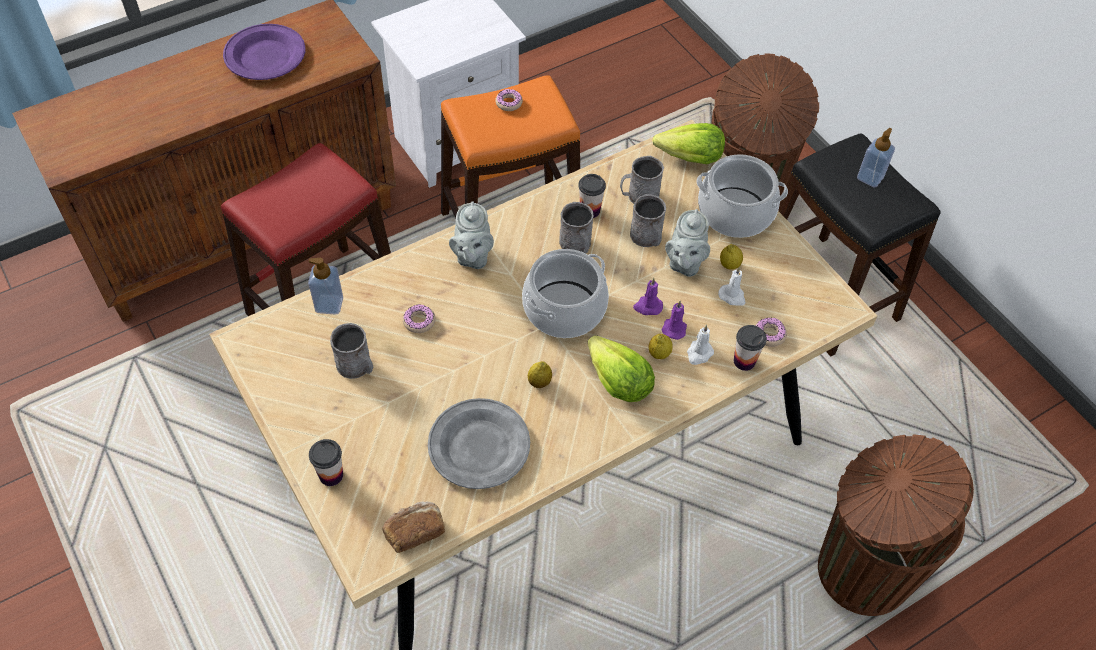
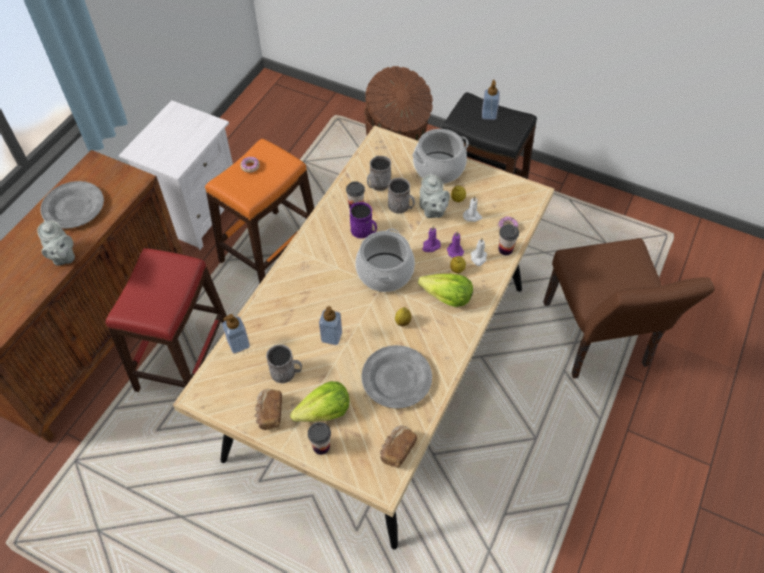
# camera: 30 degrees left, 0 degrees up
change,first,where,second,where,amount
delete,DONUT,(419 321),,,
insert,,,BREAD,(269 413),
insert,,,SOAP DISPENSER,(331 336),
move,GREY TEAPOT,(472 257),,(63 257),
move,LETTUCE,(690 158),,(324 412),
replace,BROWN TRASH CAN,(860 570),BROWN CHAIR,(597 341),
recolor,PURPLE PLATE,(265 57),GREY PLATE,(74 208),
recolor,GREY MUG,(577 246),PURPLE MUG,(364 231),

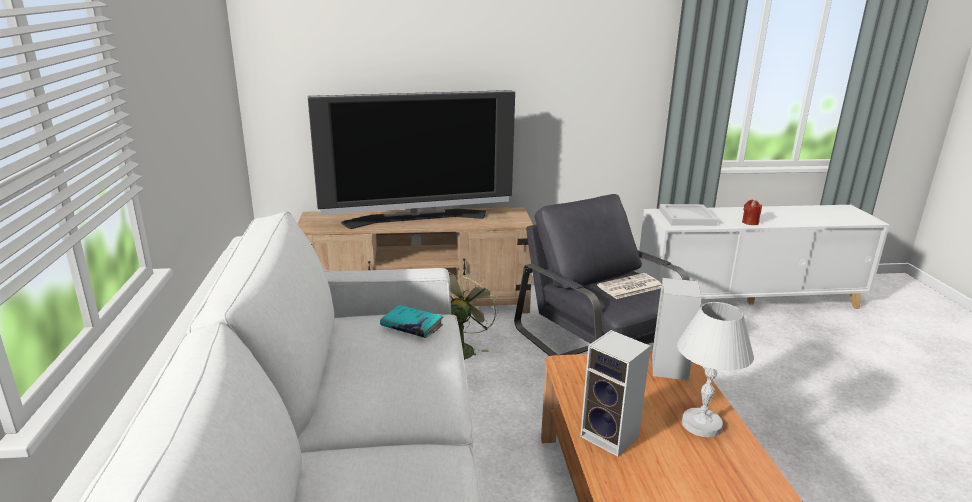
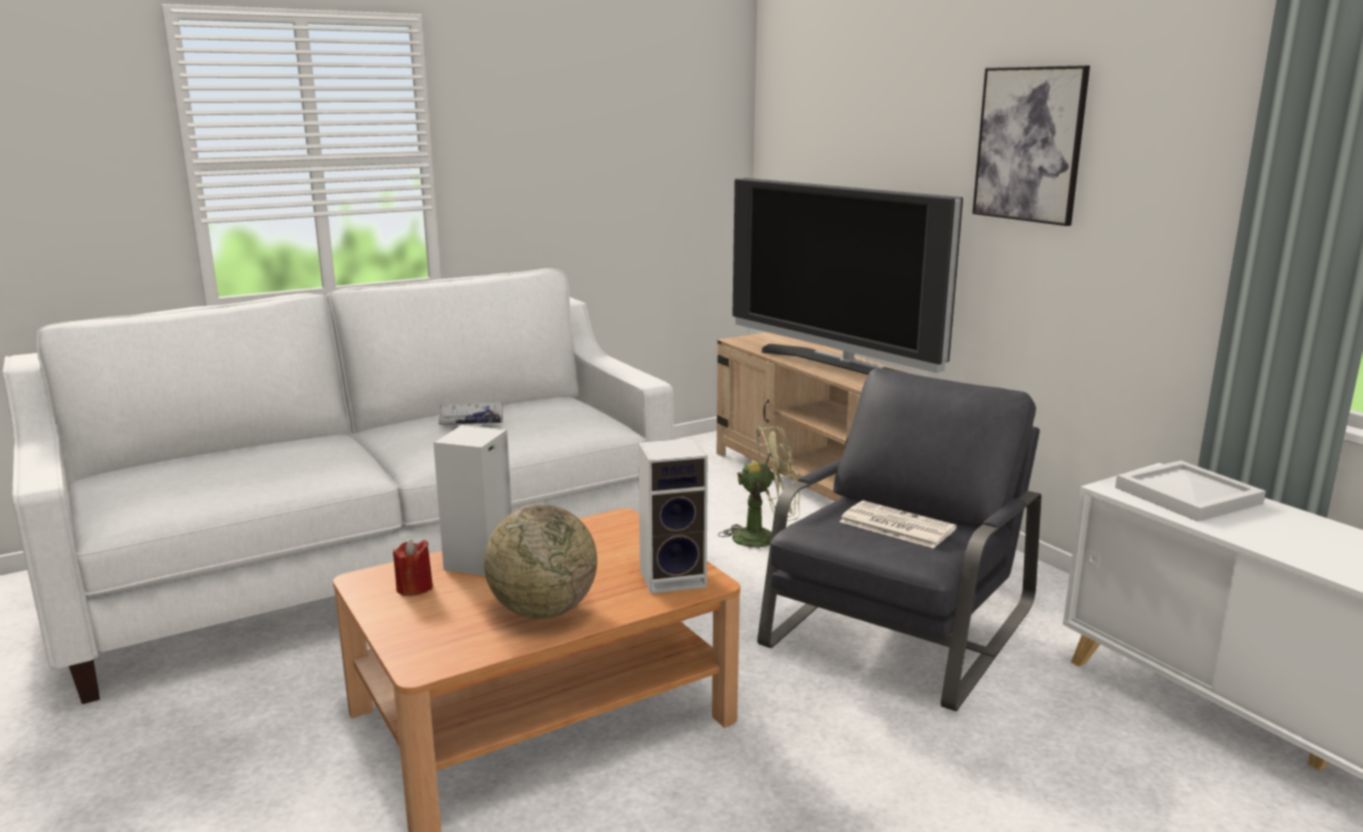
# camera: 65 degrees right, 5 degrees down
change,first,where,second,where,amount
delete,TURQUOISE BOOK,(412 327),,,
insert,,,WHITE BOOK,(471 421),
insert,,,PICTURE,(1029 144),
move,RED CANDLE,(750 222),,(414 588),
replace,WHITE TABLE LAMP,(701 425),GLOBE,(543 610),

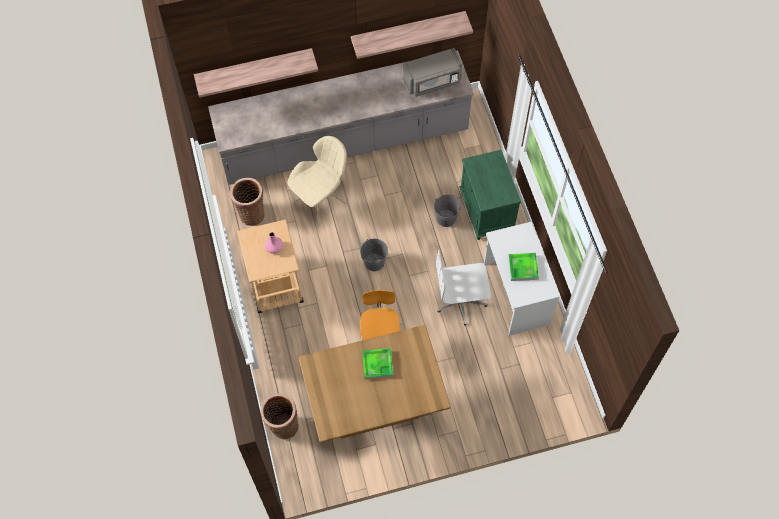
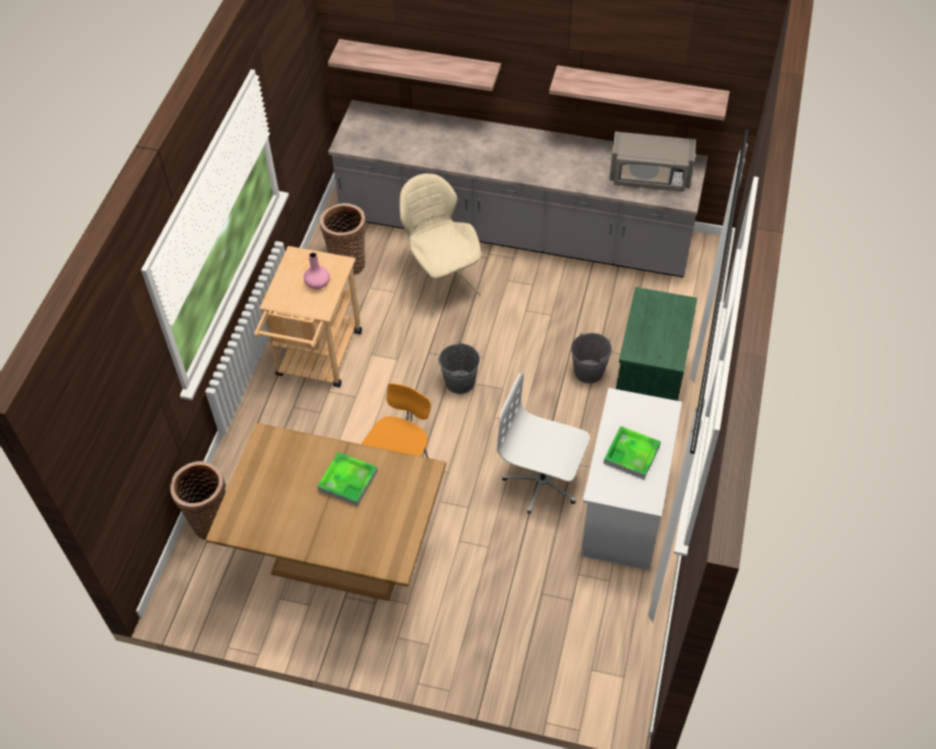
# camera: 30 degrees right, 10 degrees down
change,first,where,second,where,amount
rotate,BEIGE CHAIR,(321 201),,(441 284),105 degrees counterclockwise

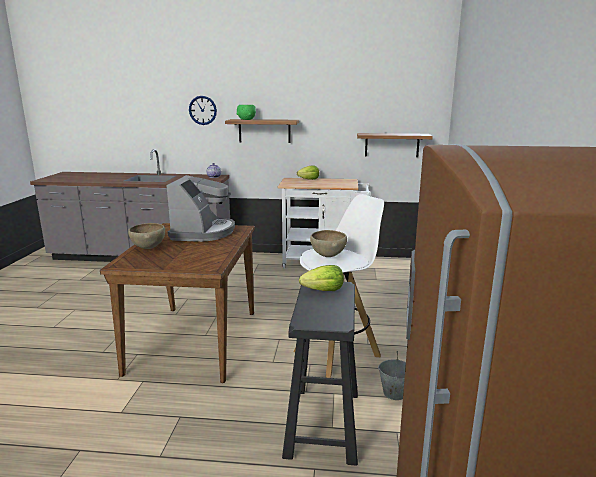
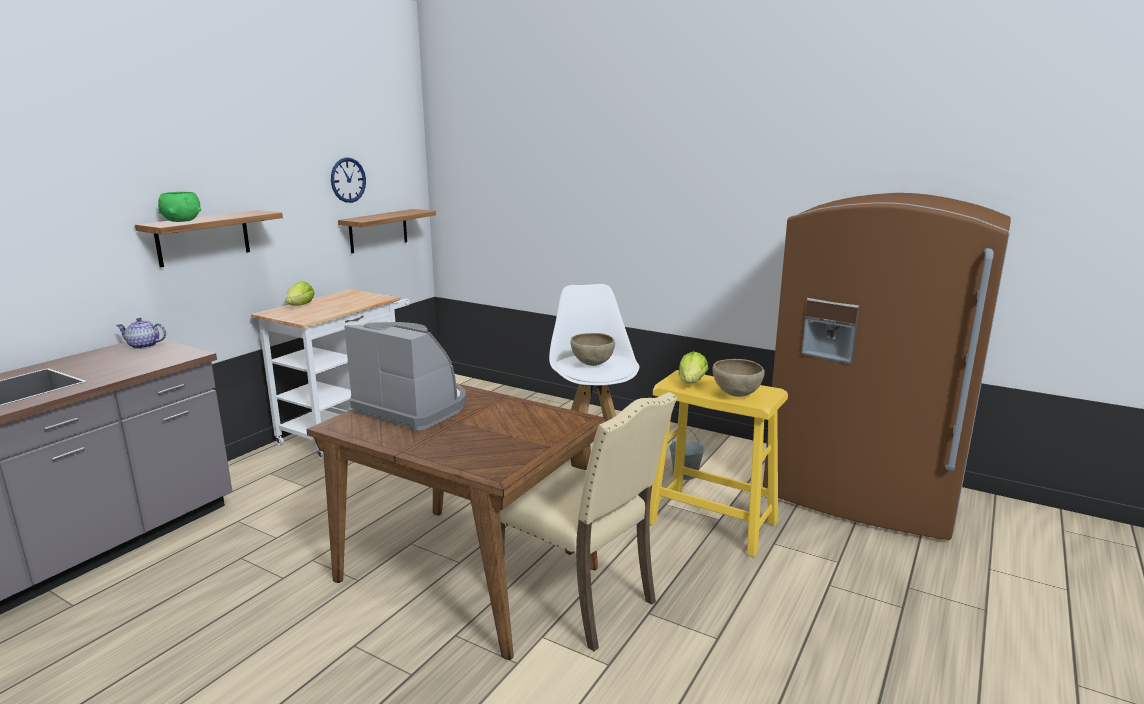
# camera: 65 degrees left, 0 degrees up
change,first,where,second,where,amount
insert,,,BEIGE CHAIR,(580 599),
move,BROWN BOWL,(148 248),,(736 395),
move,WALL CLOCK,(202 110),,(348 180),
recolor,BLACK STOOL,(323 424),YELLOW STOOL,(712 523),

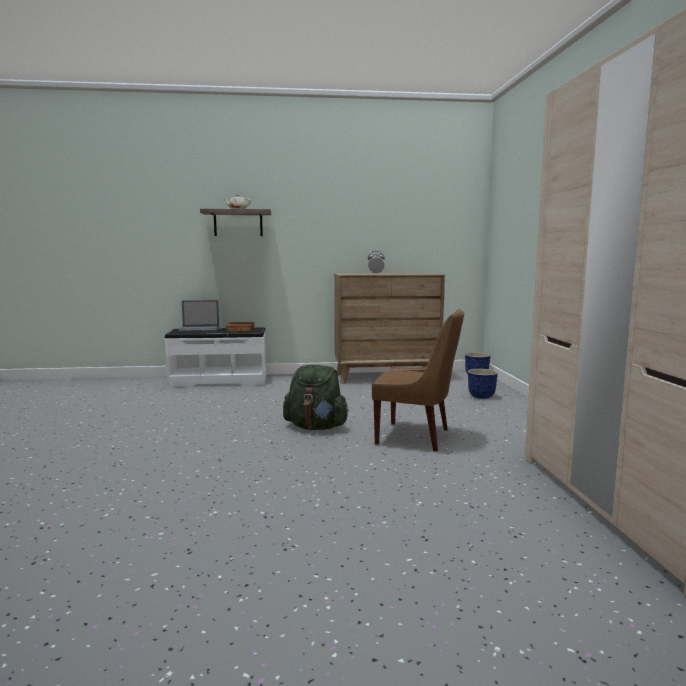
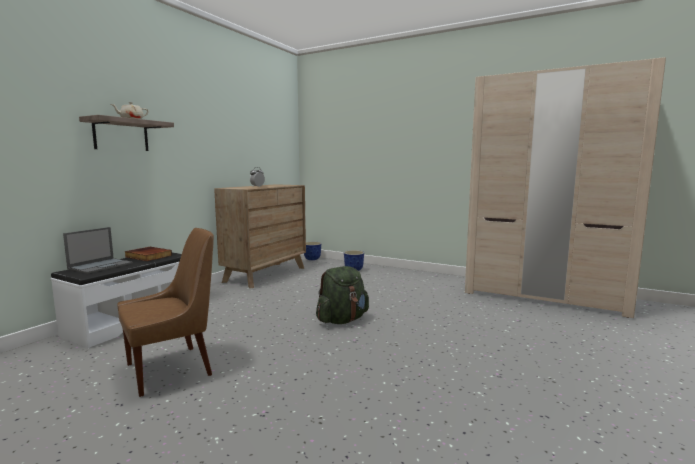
# camera: 55 degrees left, 0 degrees up
change,first,where,second,where,amount
move,BROWN CHAIR,(416 437),,(173 369),

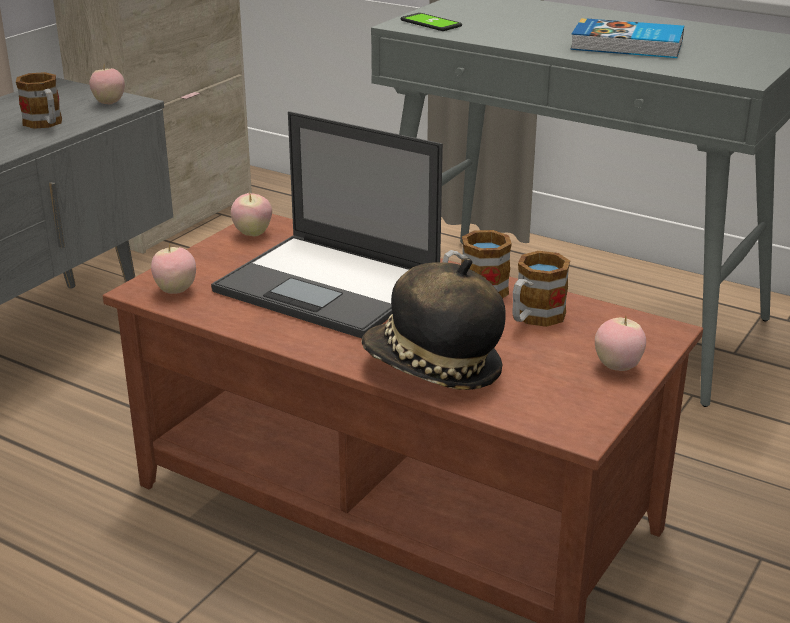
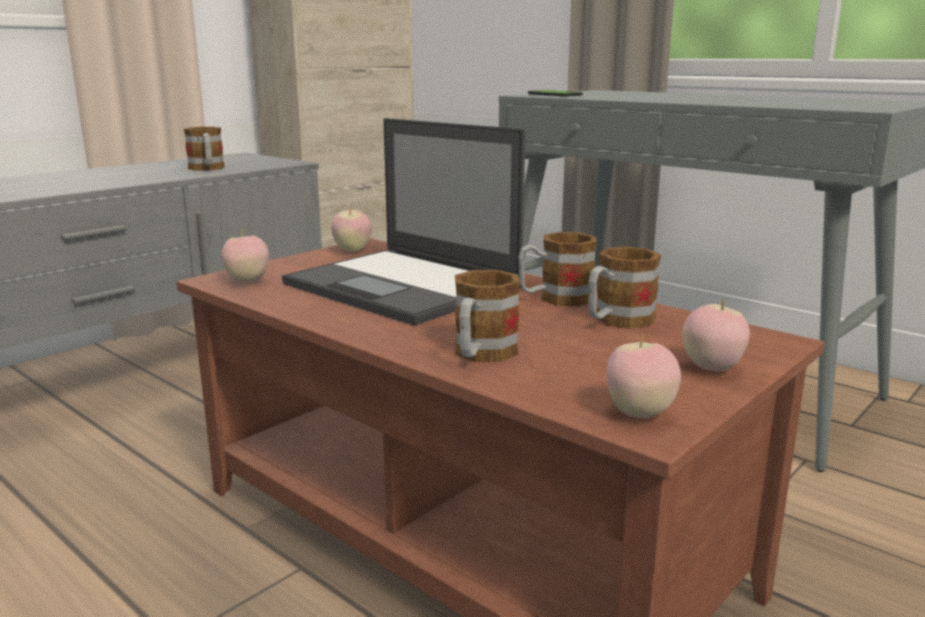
# camera: 10 degrees right, 10 degrees down
change,first,where,second,where,amount
delete,BOOK,(627 45),,,
move,APPLE,(109 103),,(639 414),
replace,HAT,(433 369),MUG,(481 355),

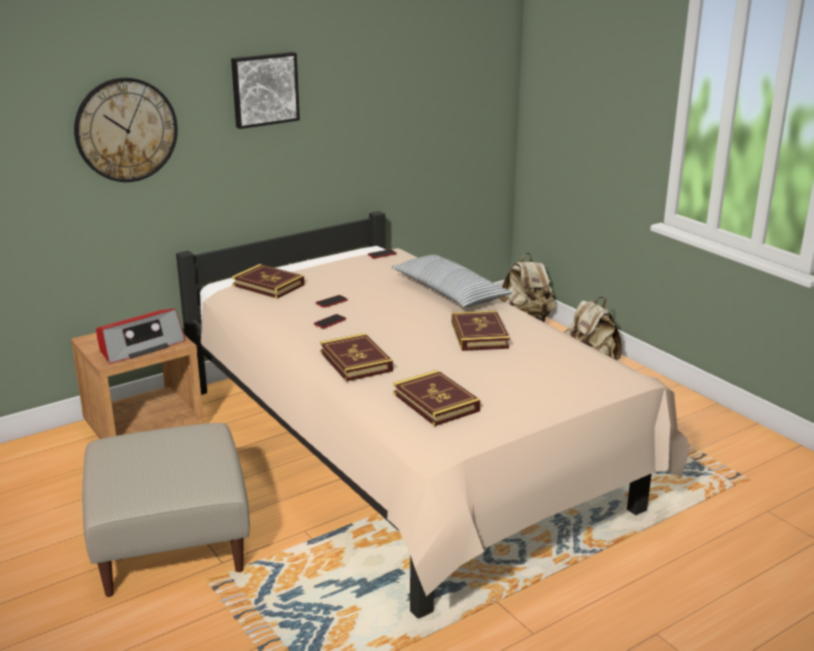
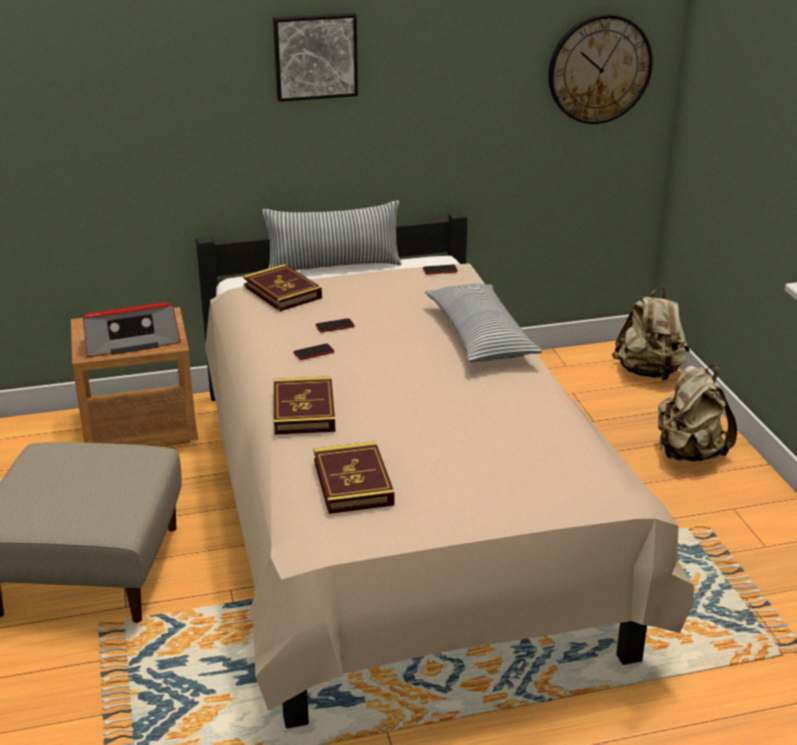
# camera: 20 degrees right, 5 degrees up
change,first,where,second,where,amount
delete,BOOK,(479 335),,,
insert,,,PILLOW,(333 265),
move,WALL CLOCK,(126 130),,(599 69),

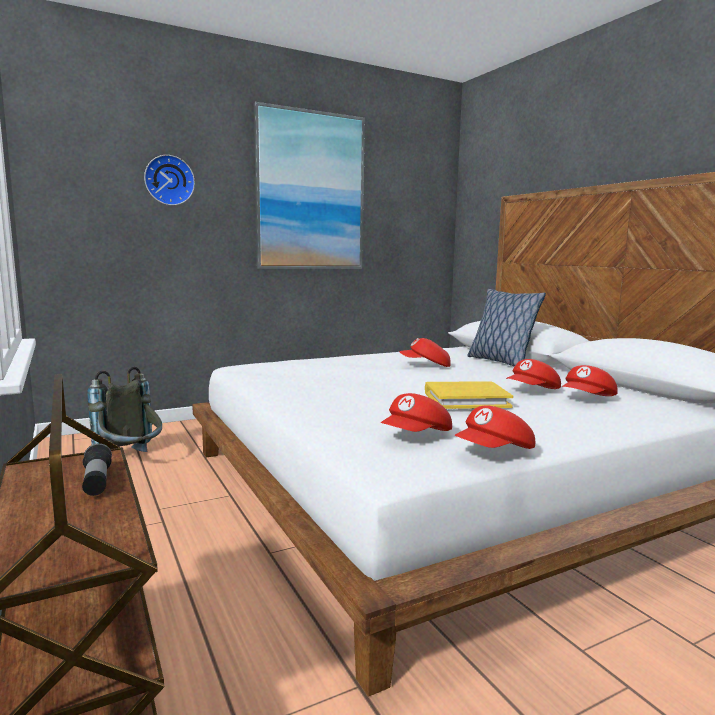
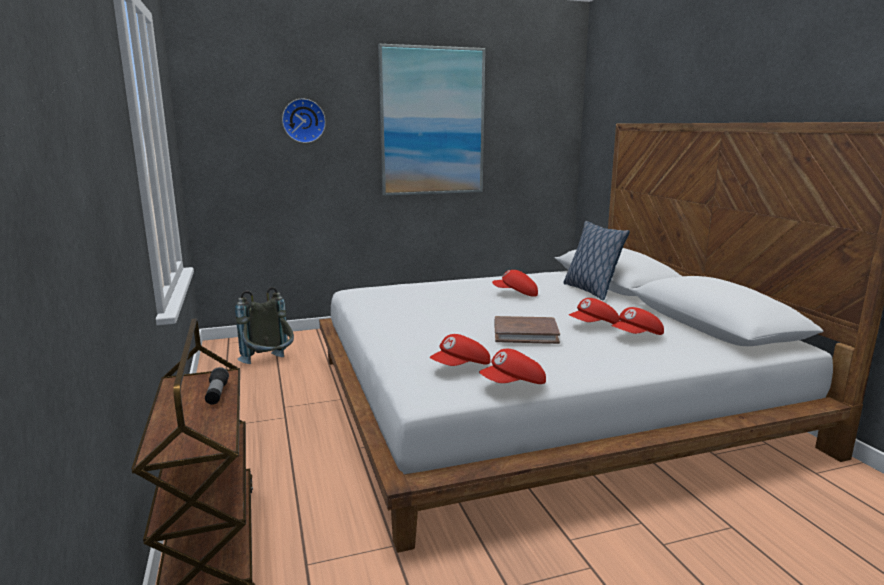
# camera: 10 degrees right, 5 degrees up
change,first,where,second,where,amount
recolor,YELLOW BOOK,(466 399),BROWN BOOK,(525 333),

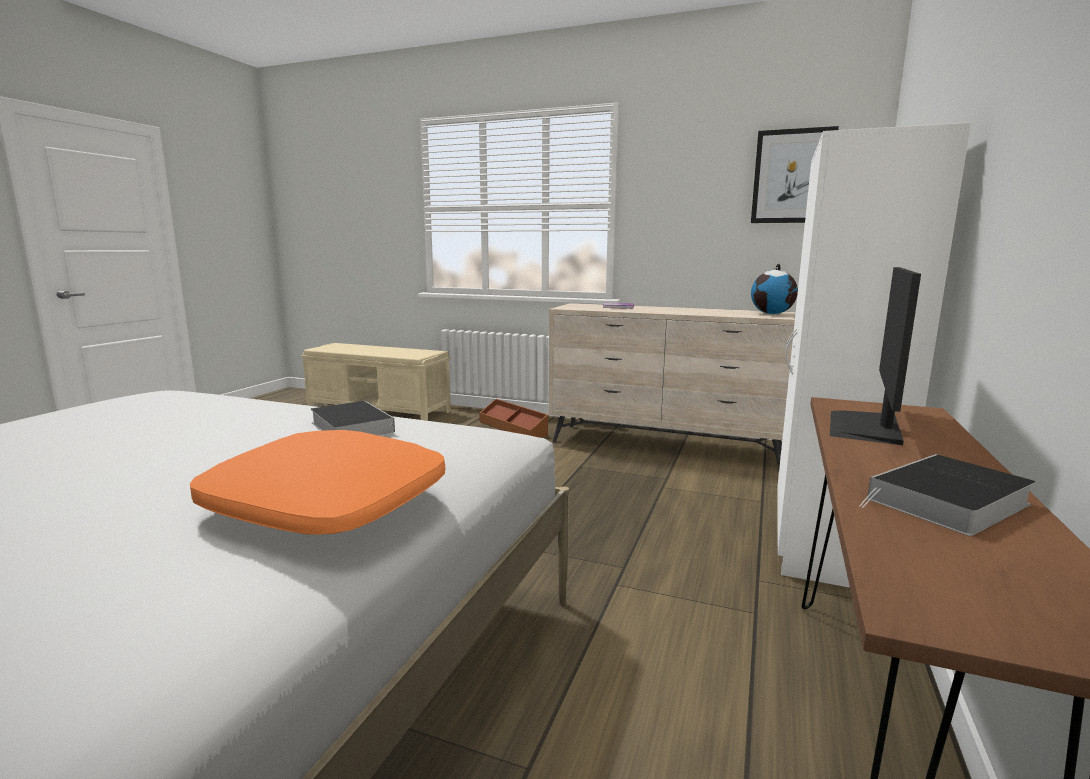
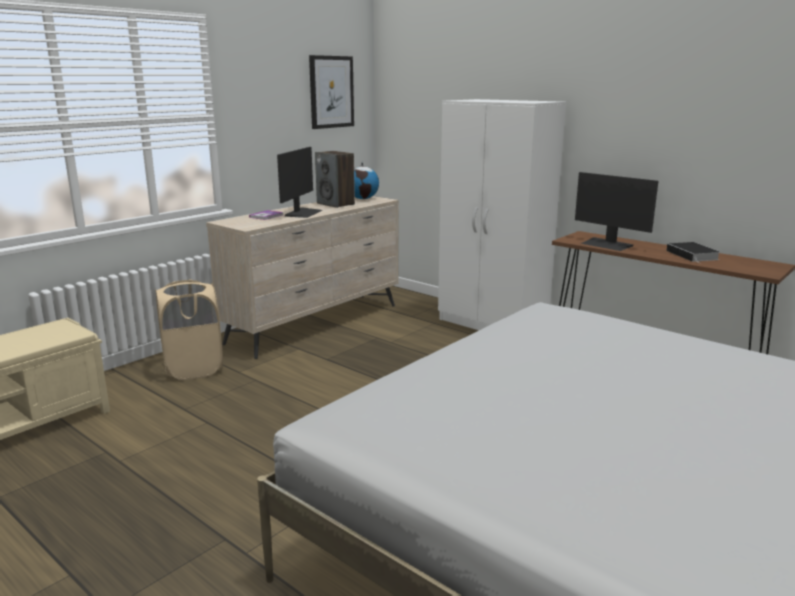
# camera: 70 degrees left, 5 degrees up
change,first,where,second,where,amount
delete,ORANGE PILLOW,(326 505),,,
delete,BOOK,(350 426),,,
insert,,,MONITOR,(303 213),
insert,,,SPEAKER,(336 204),
replace,BROWN STORAGE BOX,(513 428),BEIGE LAUNDRY BASKET,(193 368),

